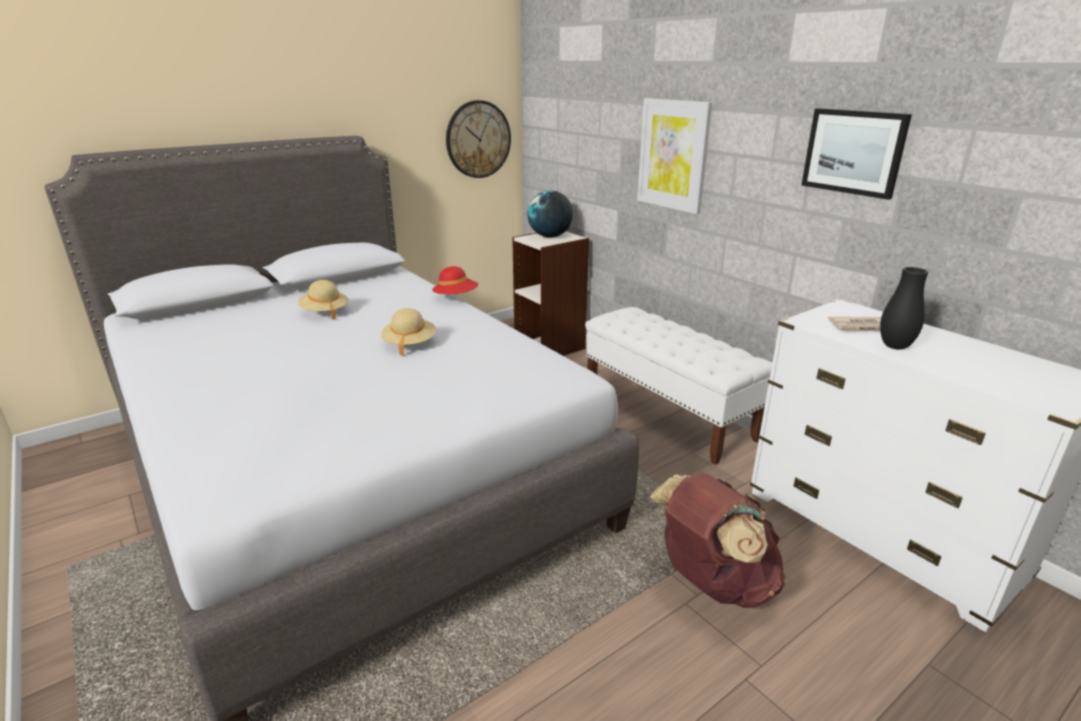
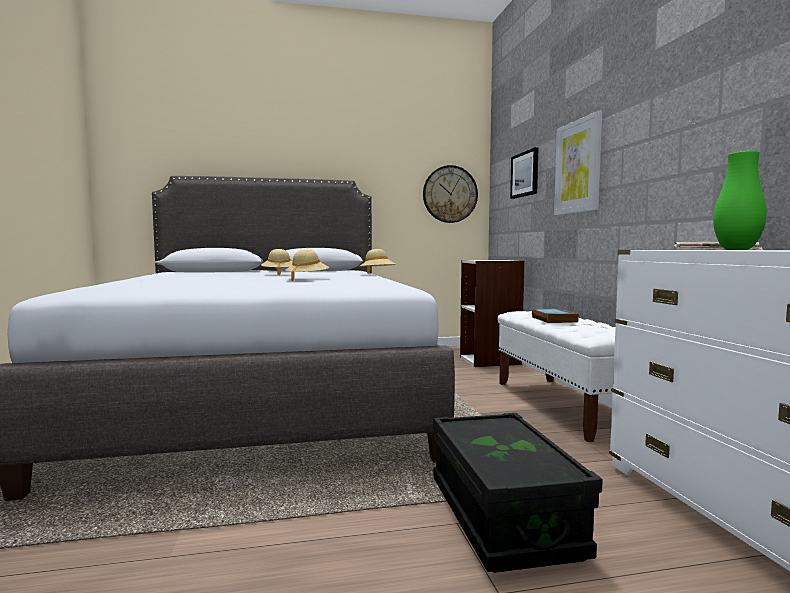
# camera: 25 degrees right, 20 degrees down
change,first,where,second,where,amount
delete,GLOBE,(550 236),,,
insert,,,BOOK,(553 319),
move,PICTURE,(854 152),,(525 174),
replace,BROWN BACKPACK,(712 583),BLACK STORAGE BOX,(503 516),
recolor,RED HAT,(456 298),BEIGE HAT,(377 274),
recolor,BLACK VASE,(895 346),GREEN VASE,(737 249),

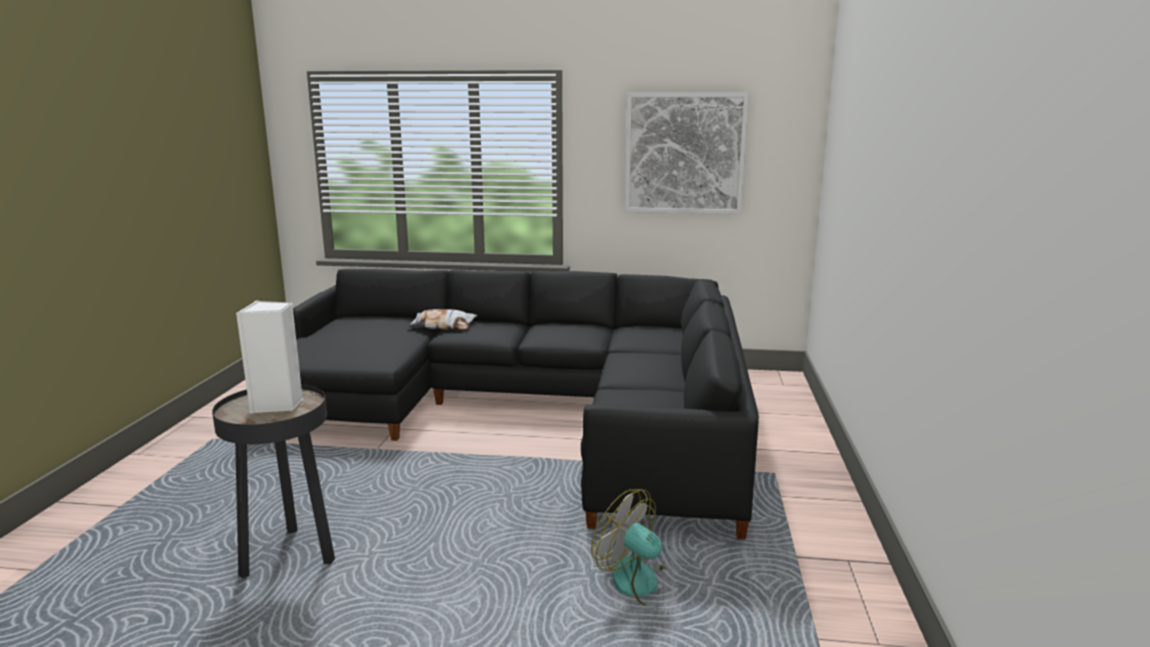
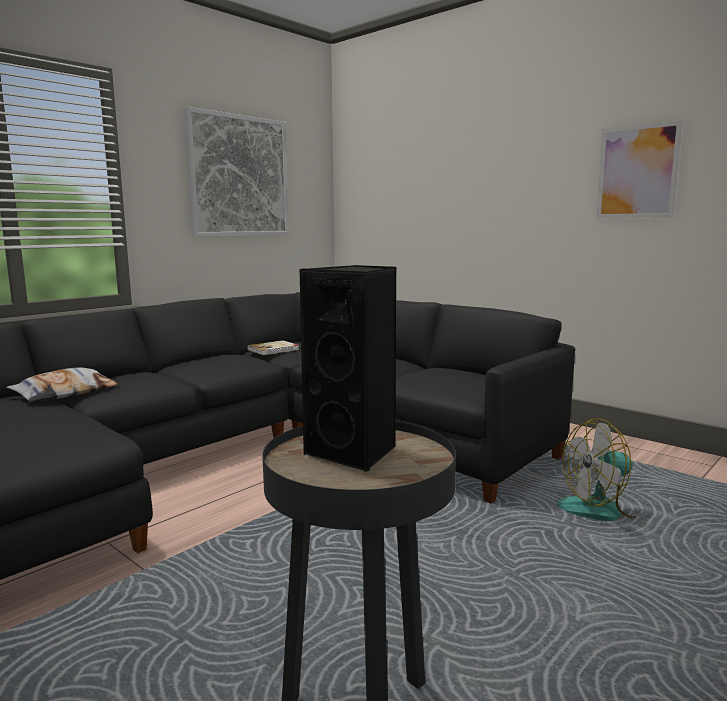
# camera: 55 degrees left, 5 degrees down
change,first,where,second,where,amount
insert,,,BOOK,(274 350),
insert,,,PICTURE,(637 172),
recolor,WHITE SPEAKER,(277 405),BLACK SPEAKER,(355 452),

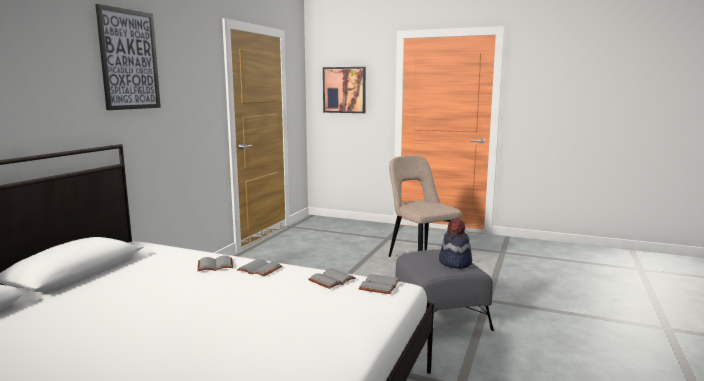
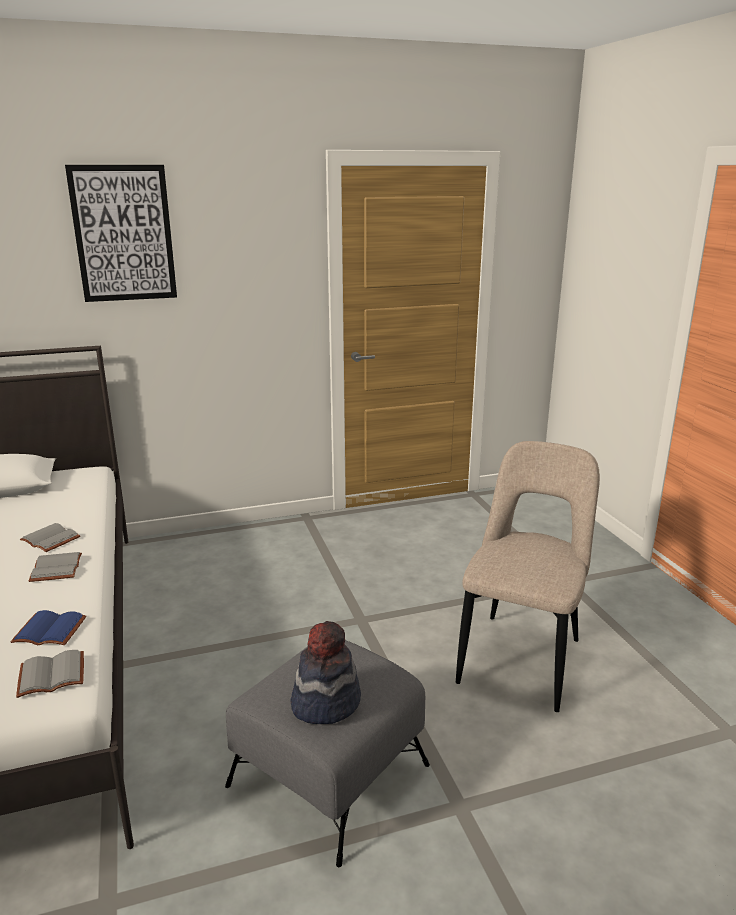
# camera: 50 degrees right, 10 degrees up
change,first,where,second,where,amount
delete,PICTURE,(344 90),,,
recolor,GREY BOOK,(332 280),BLUE BOOK,(48 632),

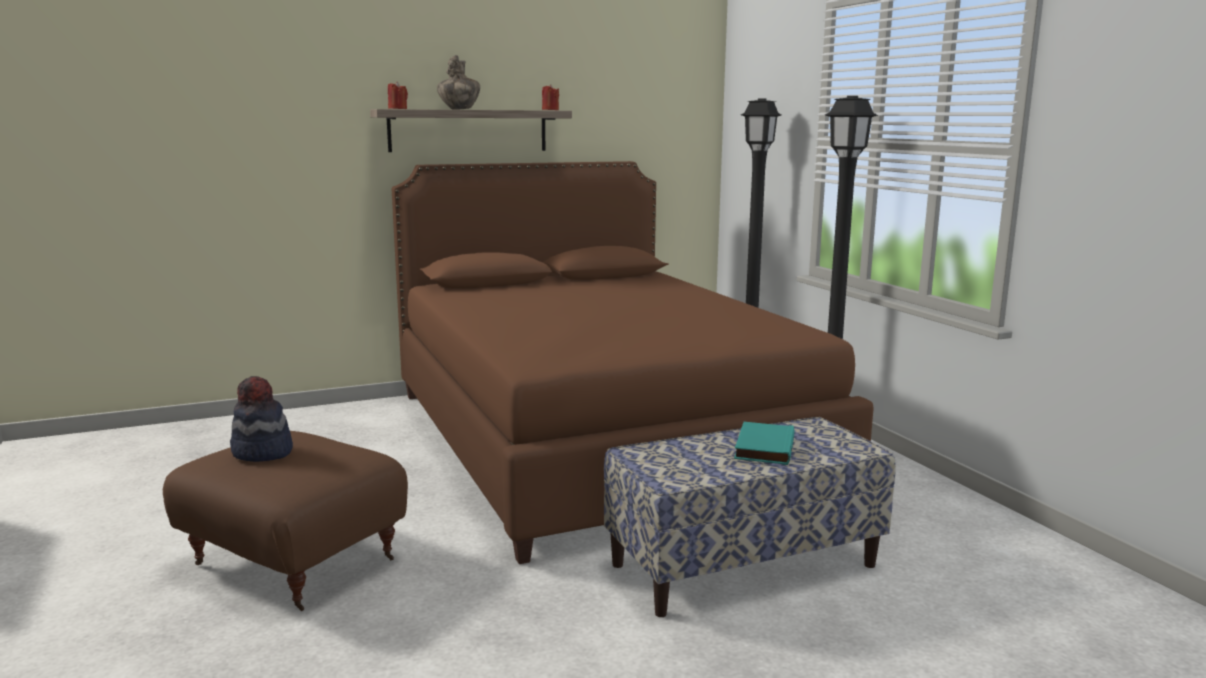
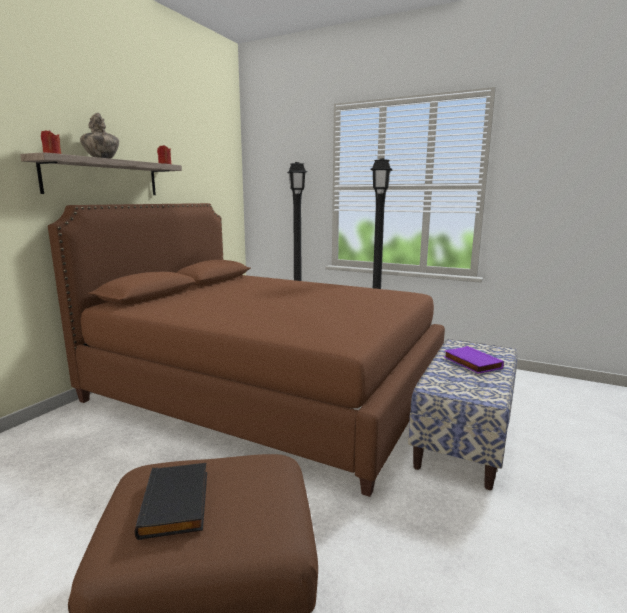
# camera: 40 degrees left, 0 degrees up
change,first,where,second,where,amount
replace,HAT,(262 453),BLACK BOOK,(177 503),
recolor,TURQUOISE BOOK,(762 447),PURPLE BOOK,(471 362),

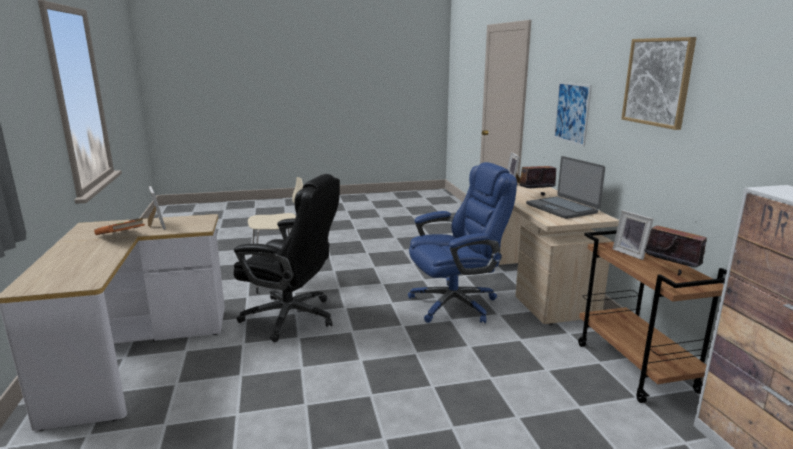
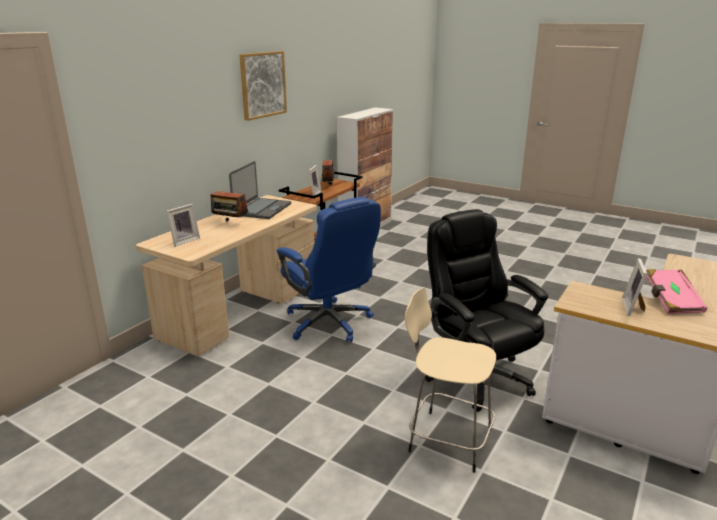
# camera: 135 degrees left, 5 degrees up
change,first,where,second,where,amount
delete,PICTURE,(572 113),,,
recolor,ORANGE BOOK,(122 237),PINK BOOK,(671 302),
rotate,BLUE OFFICE CHAIR,(455 304),,(329 323),150 degrees counterclockwise

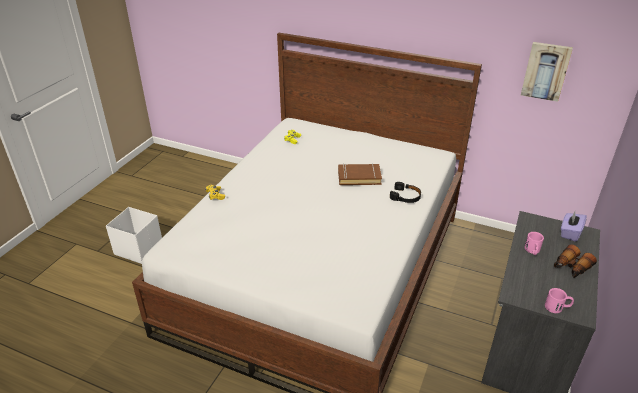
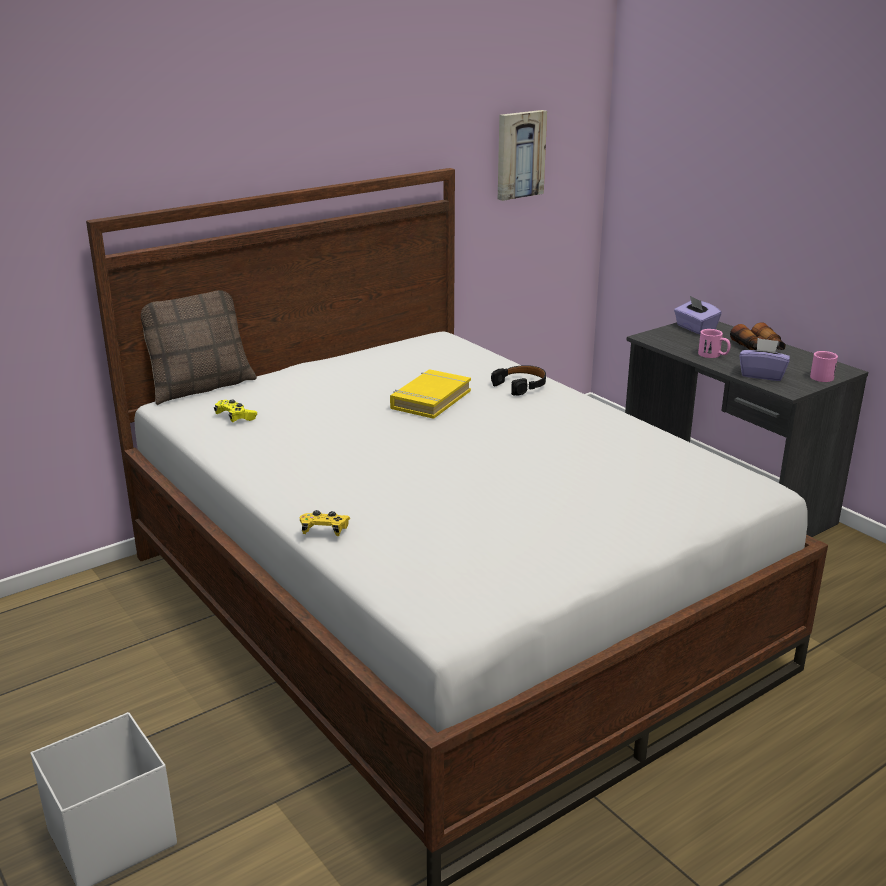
# camera: 60 degrees left, 10 degrees down
change,first,where,second,where,amount
insert,,,PILLOW,(200 386),
insert,,,PURPLE TISSUE BOX,(762 375),
recolor,BROWN BOOK,(359 177),YELLOW BOOK,(430 400),

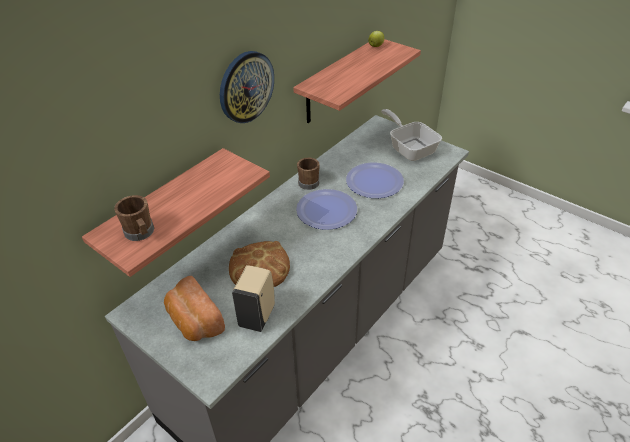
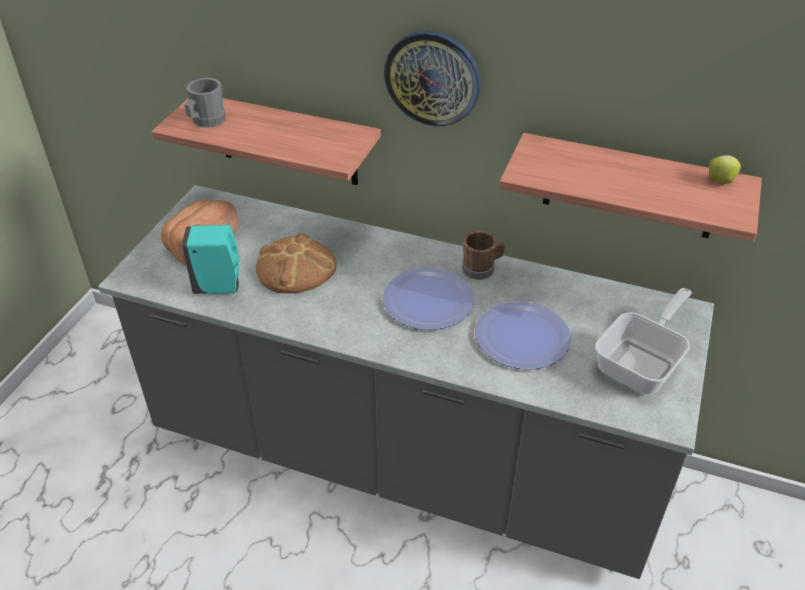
# camera: 70 degrees right, 0 degrees up
change,first,where,second,where,amount
recolor,BROWN MUG,(140 233),GREY MUG,(206 121),
recolor,BEIGE SOAP DISPENSER,(257 315),TURQUOISE SOAP DISPENSER,(220 287),

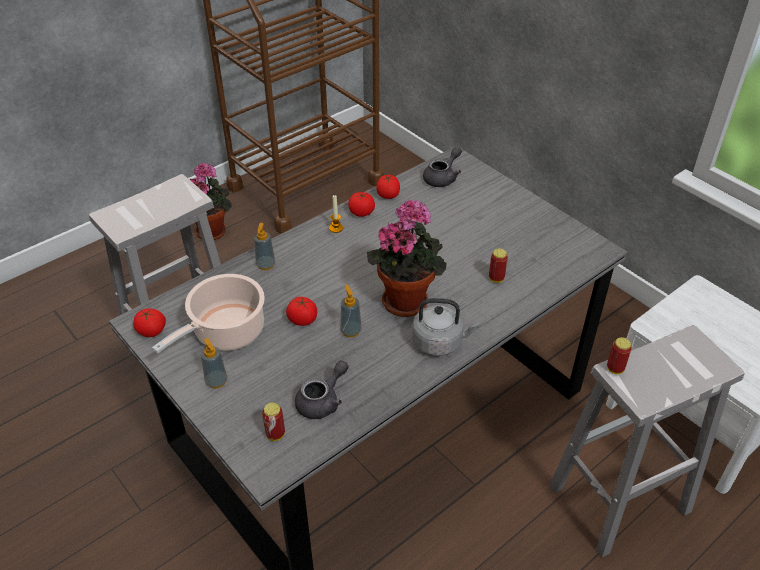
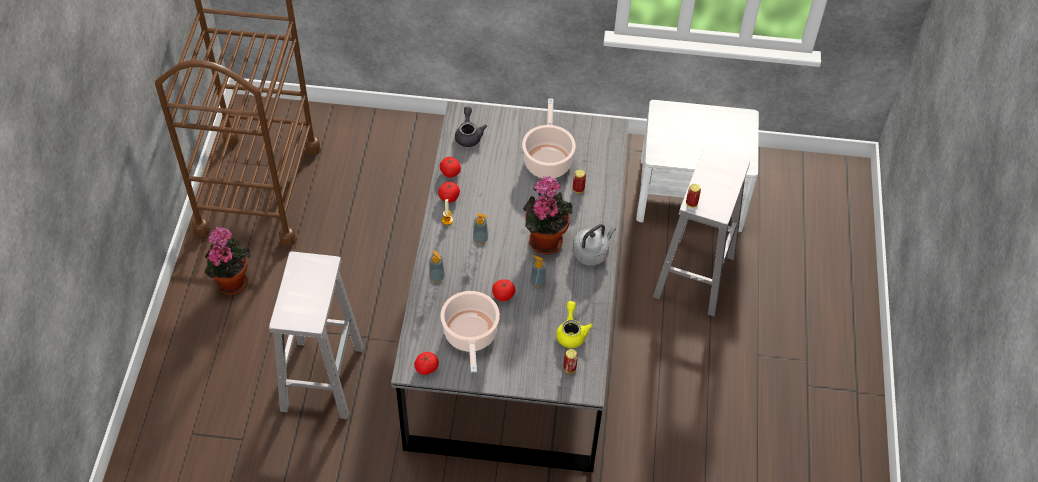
# camera: 45 degrees left, 10 degrees up
change,first,where,second,where,amount
insert,,,COOKING POT,(547 160),
move,SOAP DISPENSER,(216 381),,(480 239),
recolor,GREY TEAPOT,(322 401),YELLOW TEAPOT,(571 332),

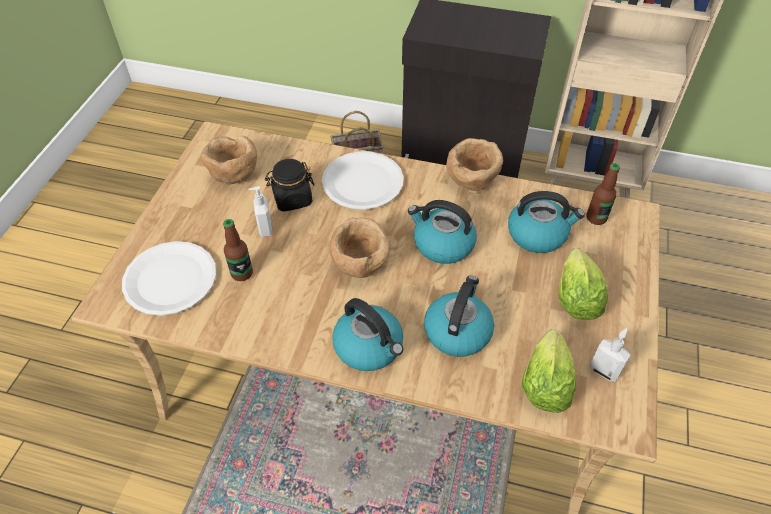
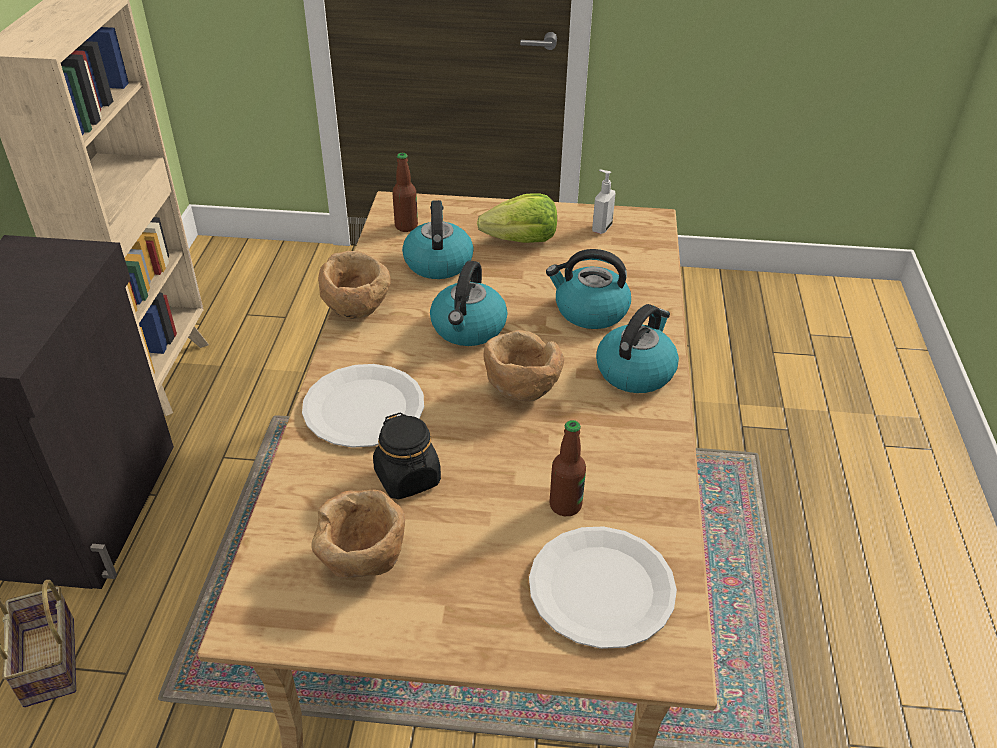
# camera: 100 degrees left, 10 degrees down
change,first,where,second,where,amount
delete,SOAP DISPENSER,(264 229),,,
delete,LETTUCE,(545 384),,,

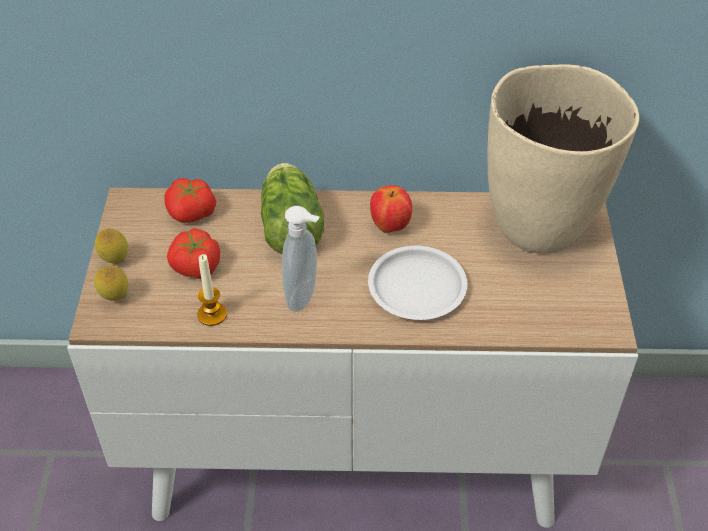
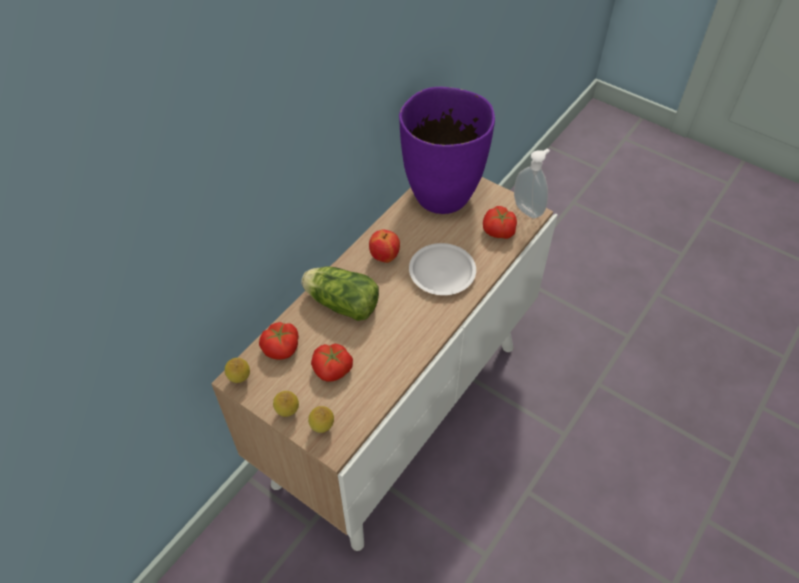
# camera: 55 degrees left, 5 degrees up
change,first,where,second,where,amount
delete,CANDLE,(212 314),,,
insert,,,LEMON,(240 379),
insert,,,TOMATO,(498 231),
move,SOAP DISPENSER,(304 297),,(529 209),
recolor,BEIGE VASE,(540 225),PURPLE VASE,(441 195),

